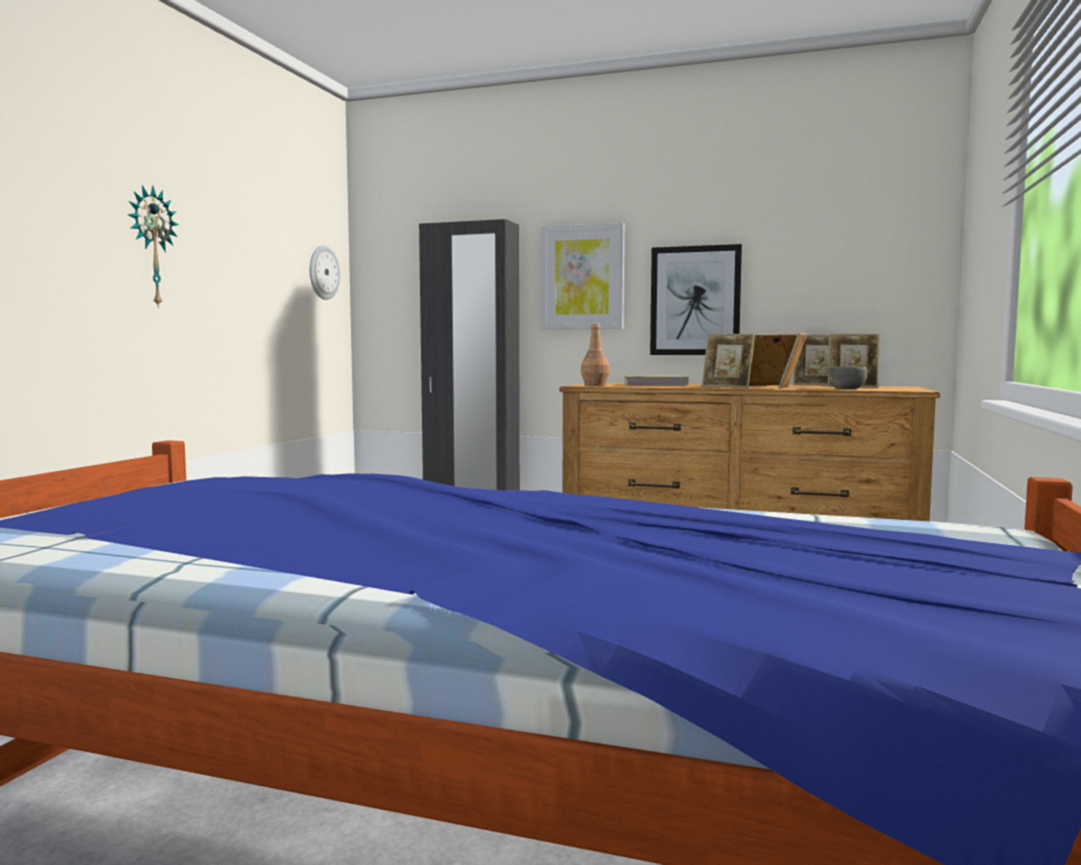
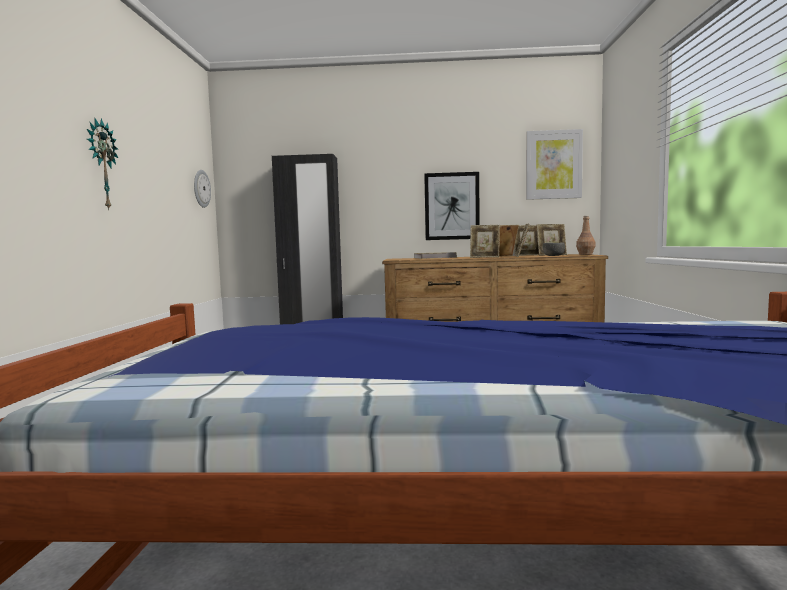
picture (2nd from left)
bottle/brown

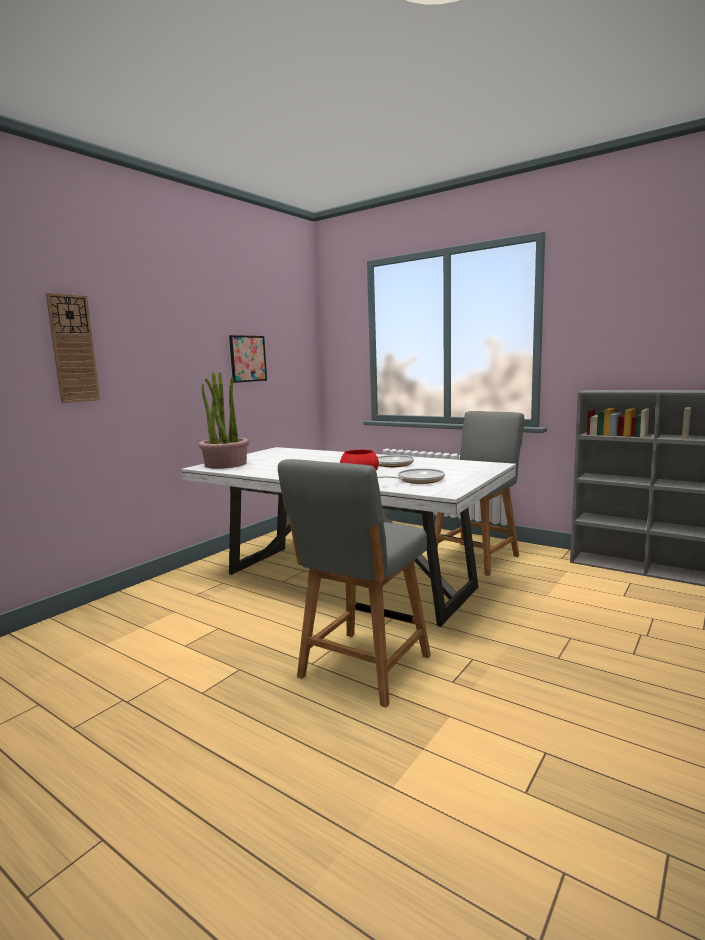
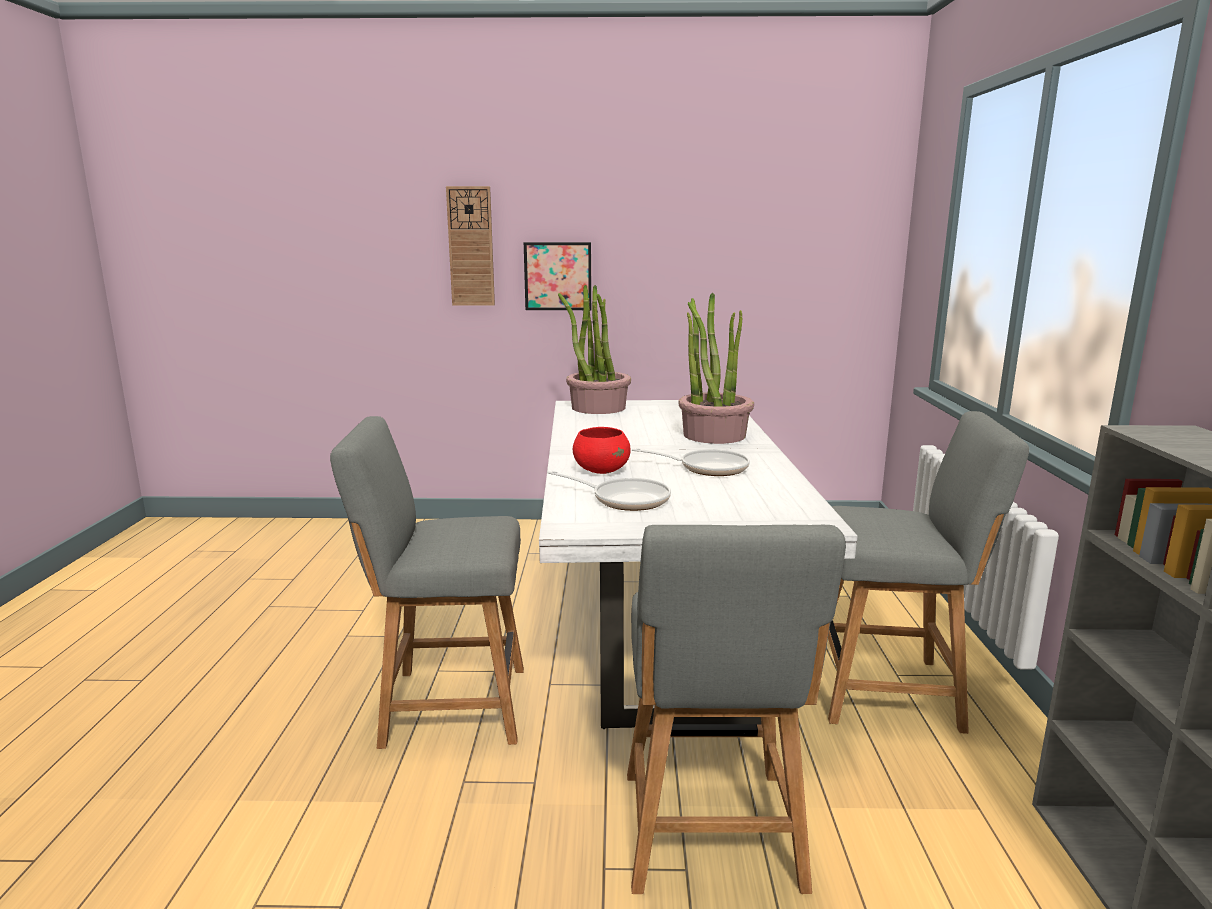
picture
potted plant (2nd from left)
chair/grey (2nd from left)

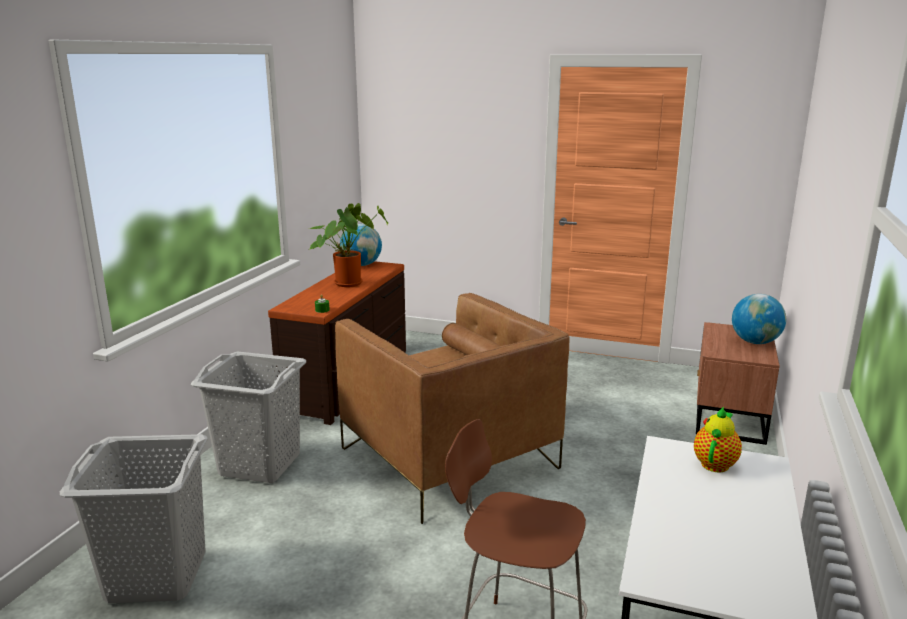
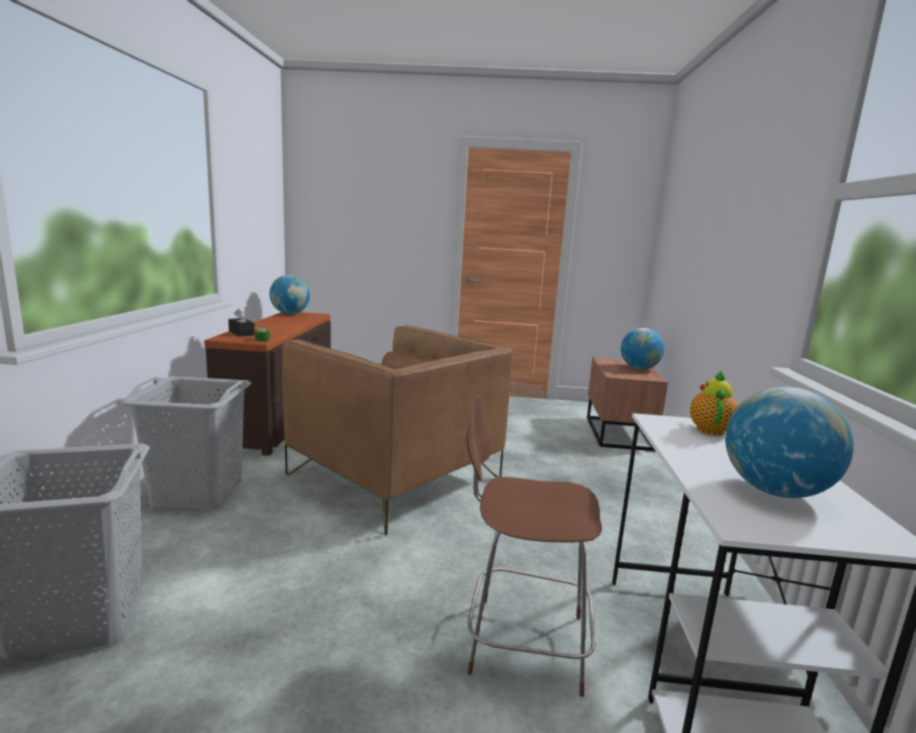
potted plant
tissue box/black
globe (3rd from left)

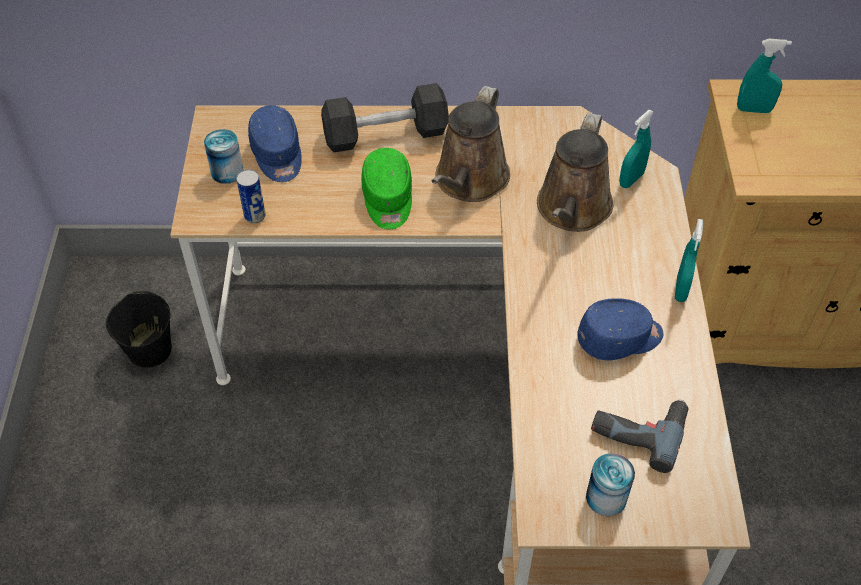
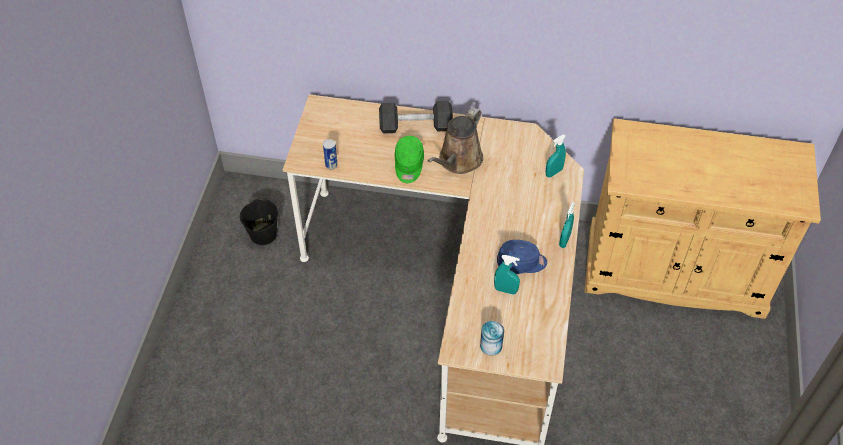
spray bottle/turquoise (1st from left)
cap/blue (1st from left in the first image)
watering can/brown (2nd from left in the first image)
can (1st from left in the first image)
power drill

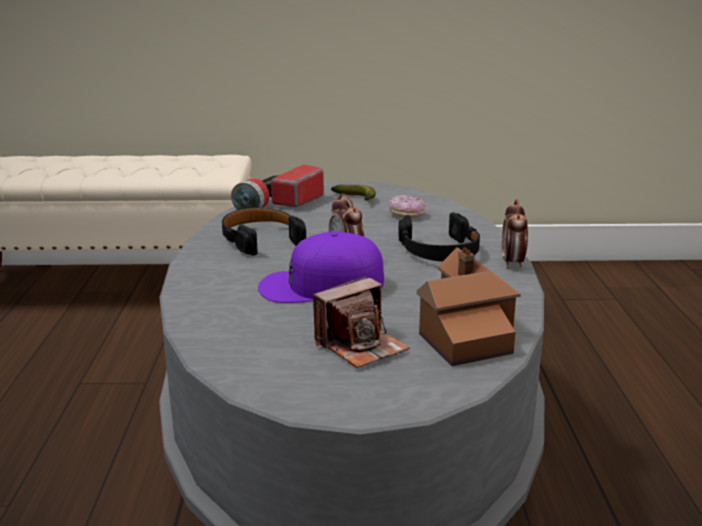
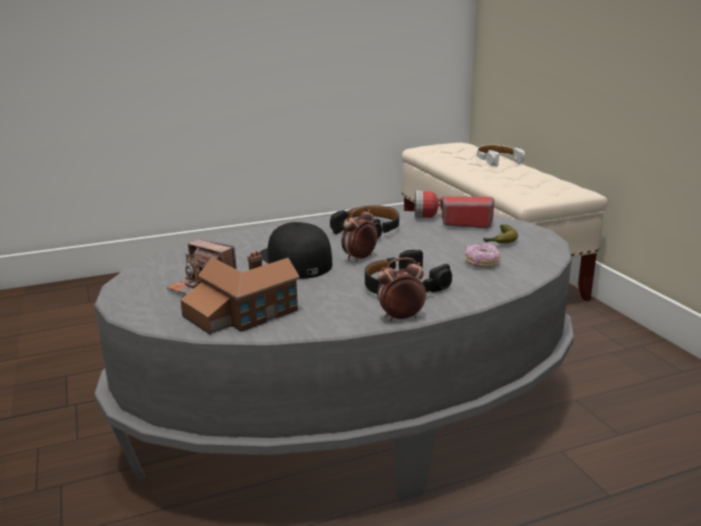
cap/black
headphones/white

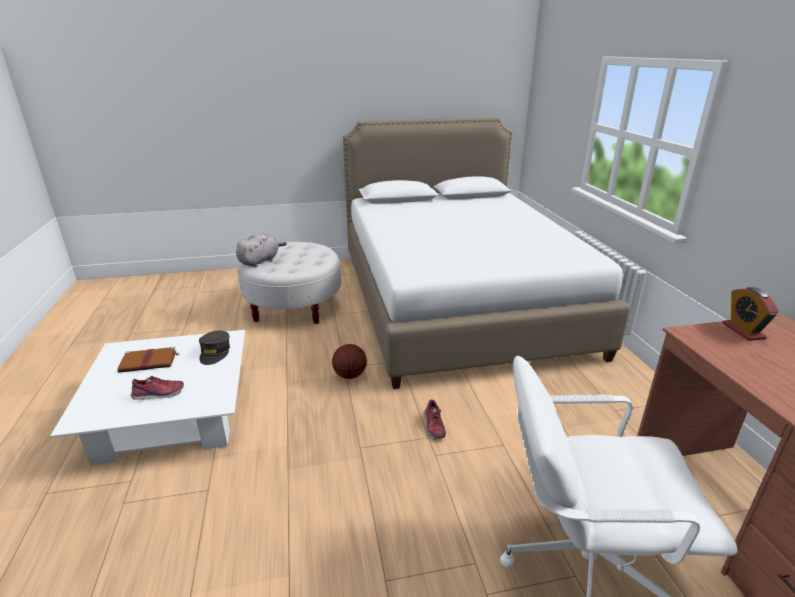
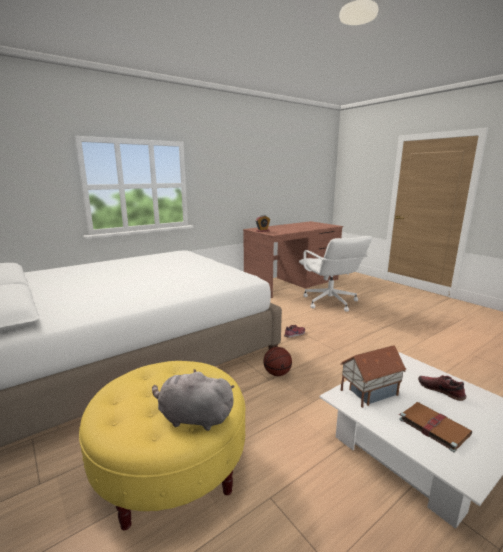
ottoman/yellow
toy house

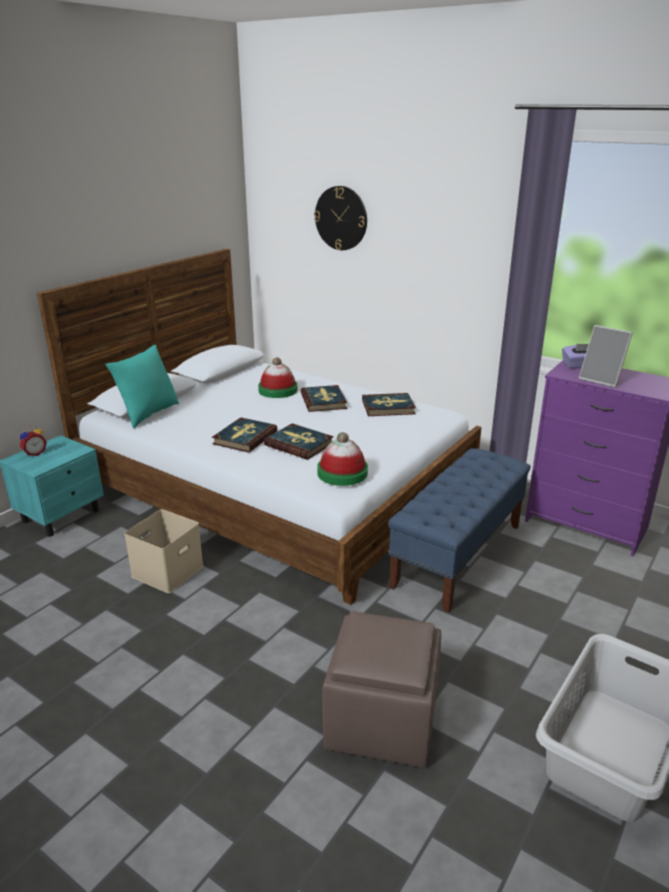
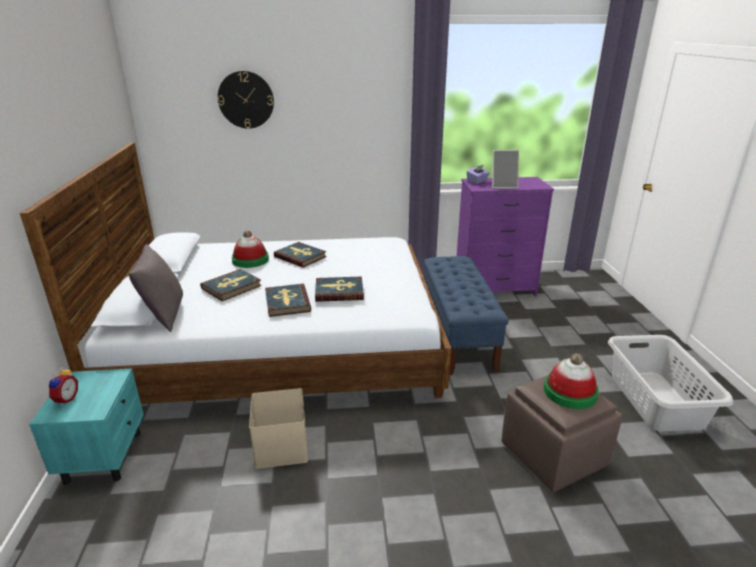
pillow/grey
book (1st from left)
hat (2nd from left)

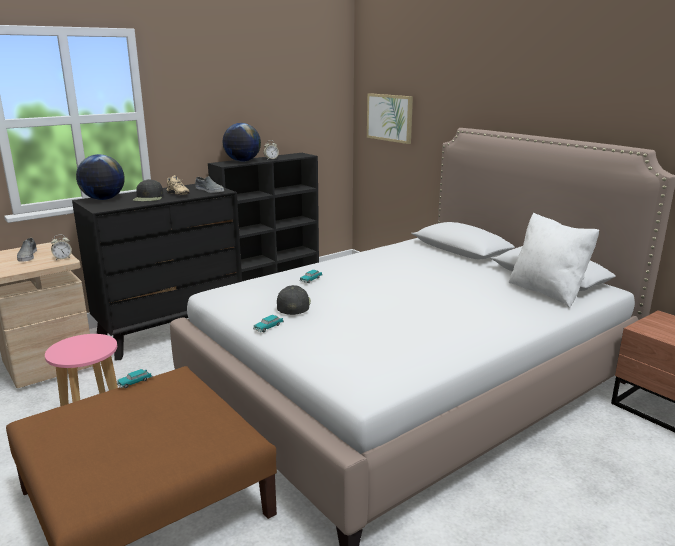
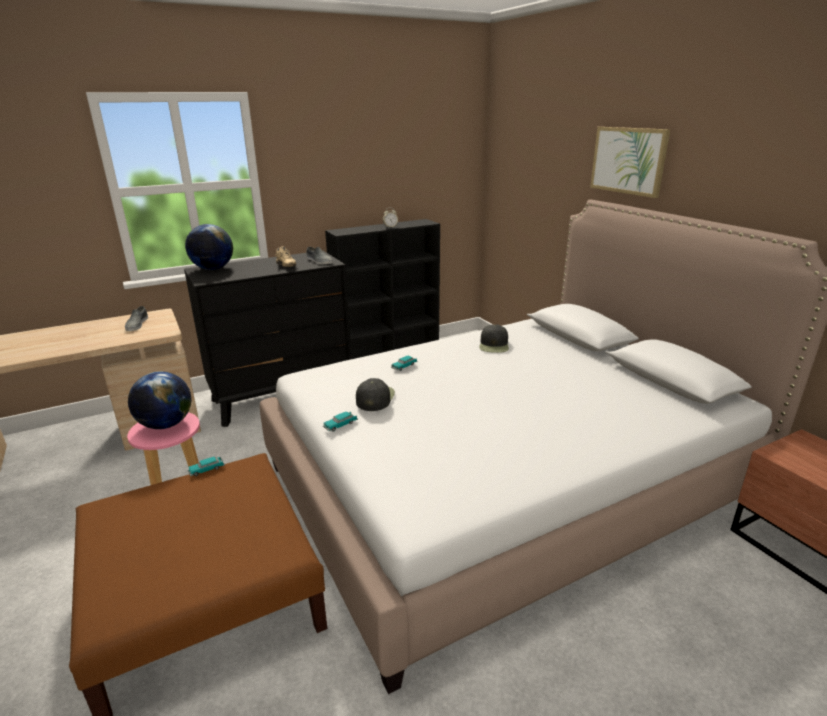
picture
globe (1st from left)
cap/black (2nd from left)
pillow/white
alarm clock (1st from left in the first image)

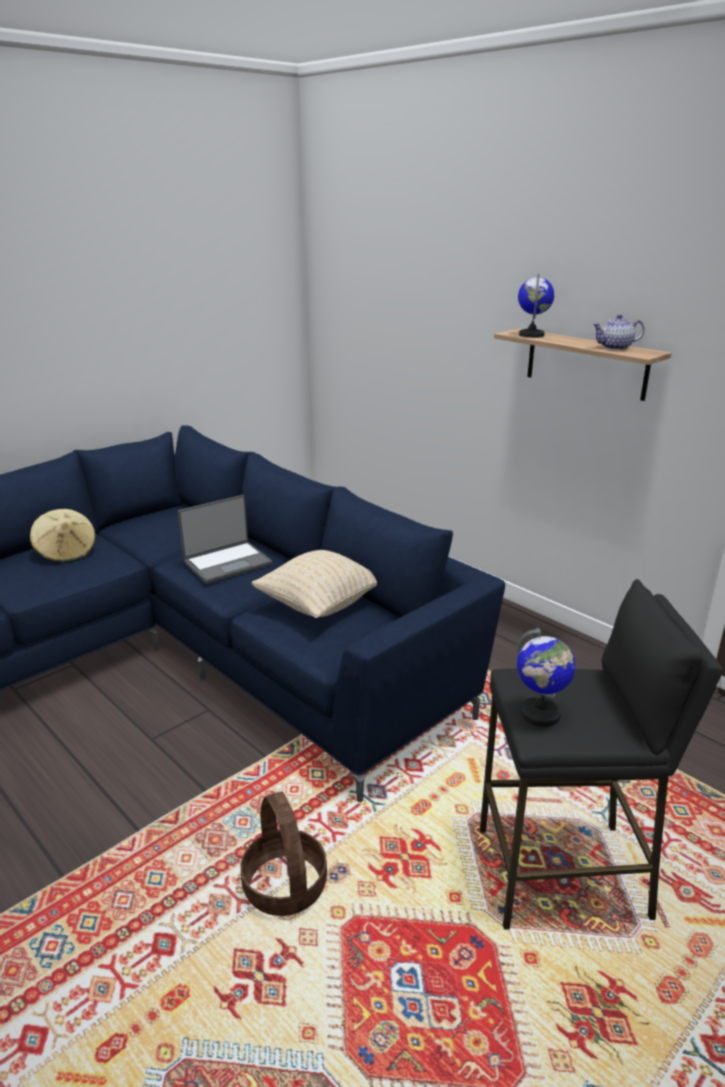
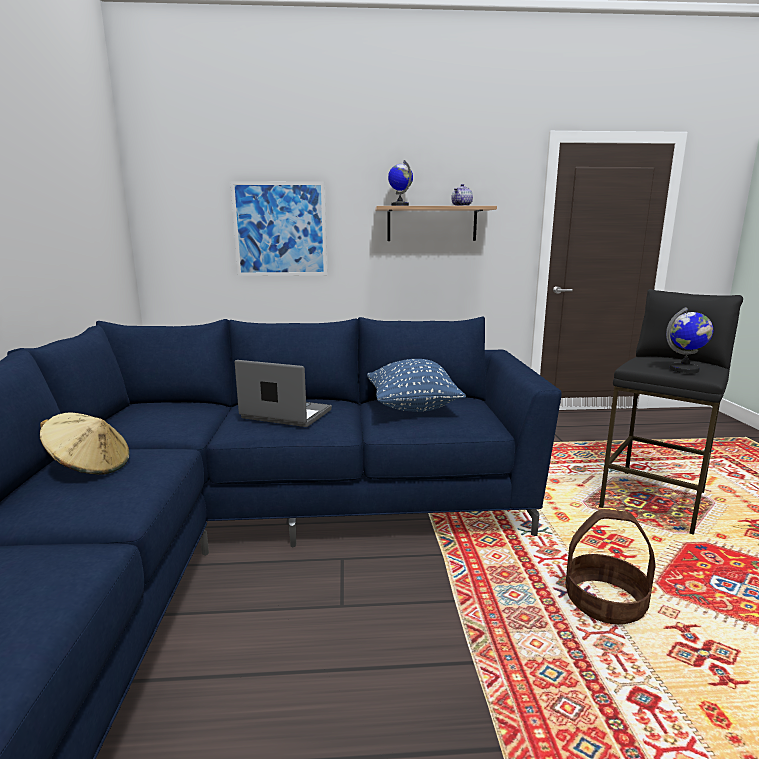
laptop
pillow/blue
picture

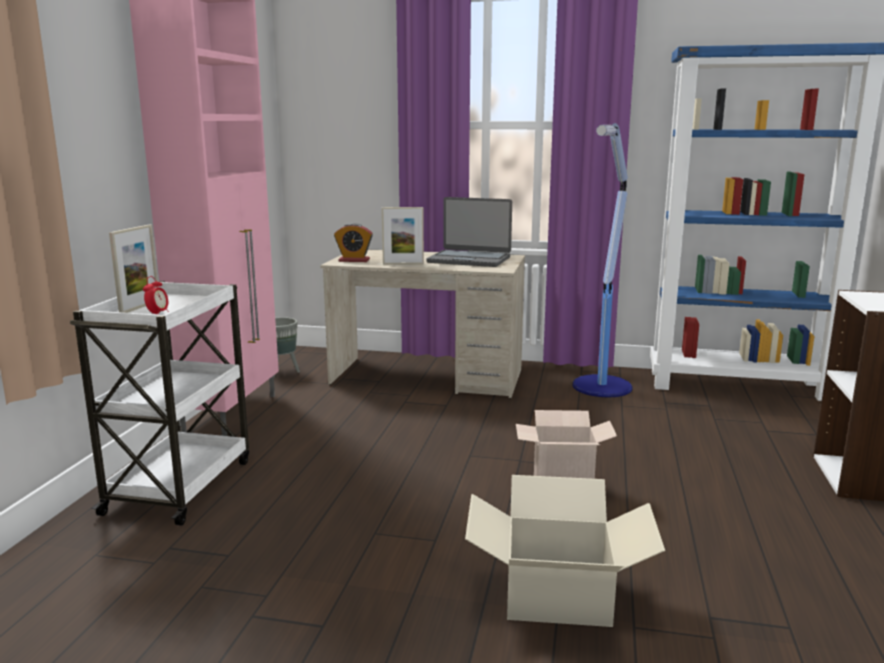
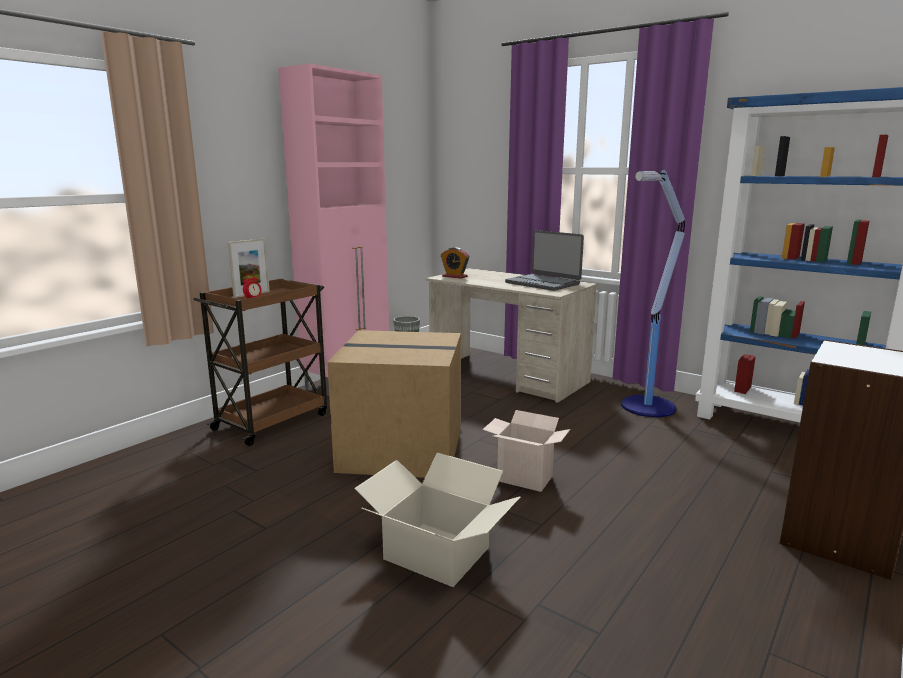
picture frame (2nd from left in the first image)
cart/brown
cardboard box (1st from left)

